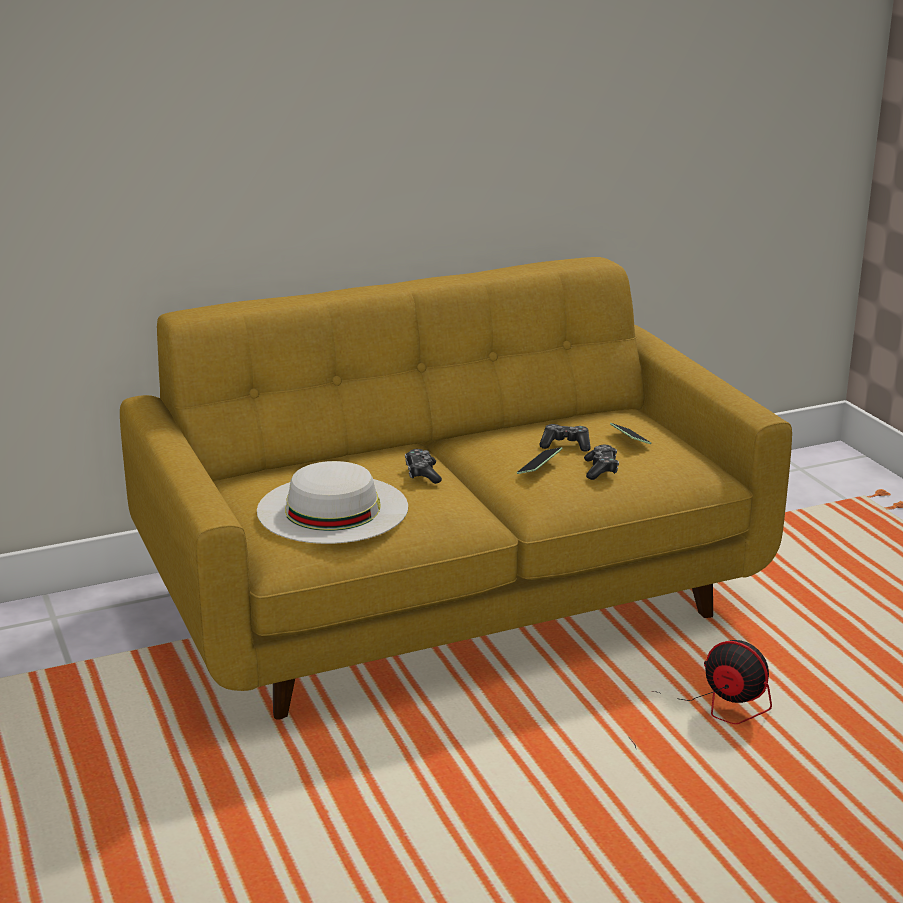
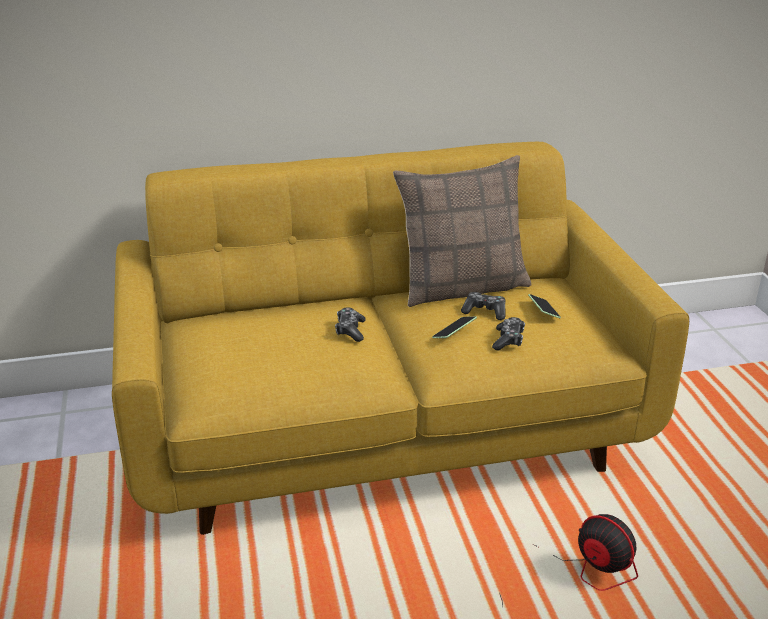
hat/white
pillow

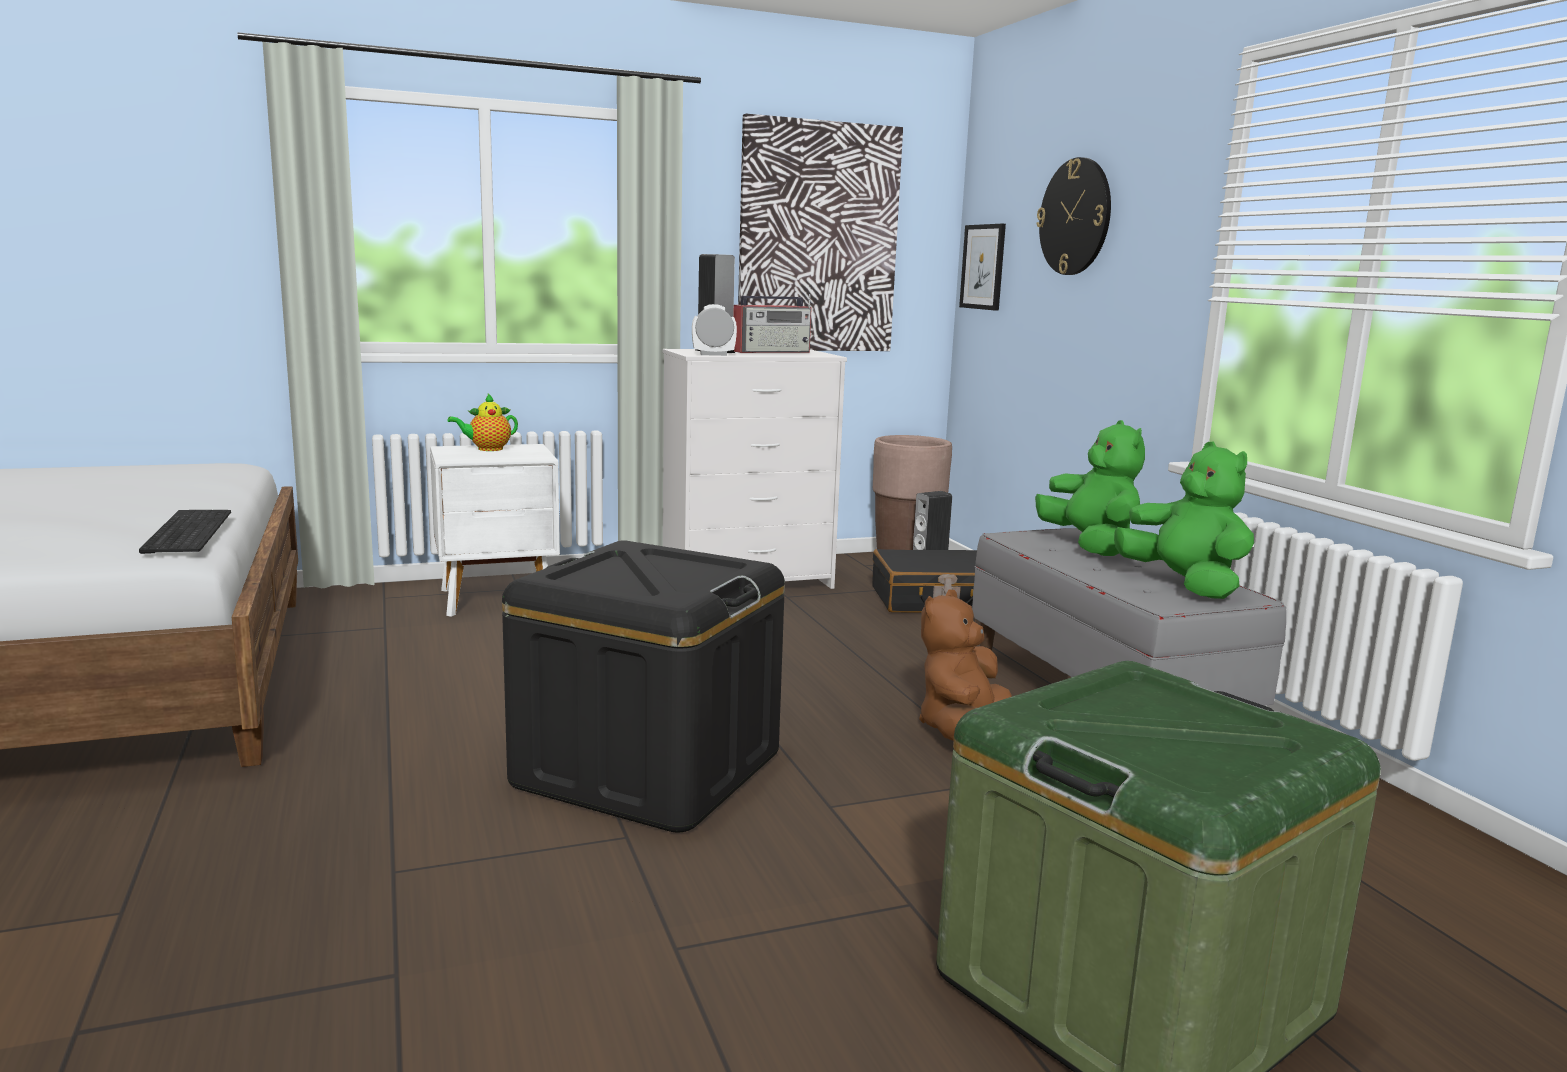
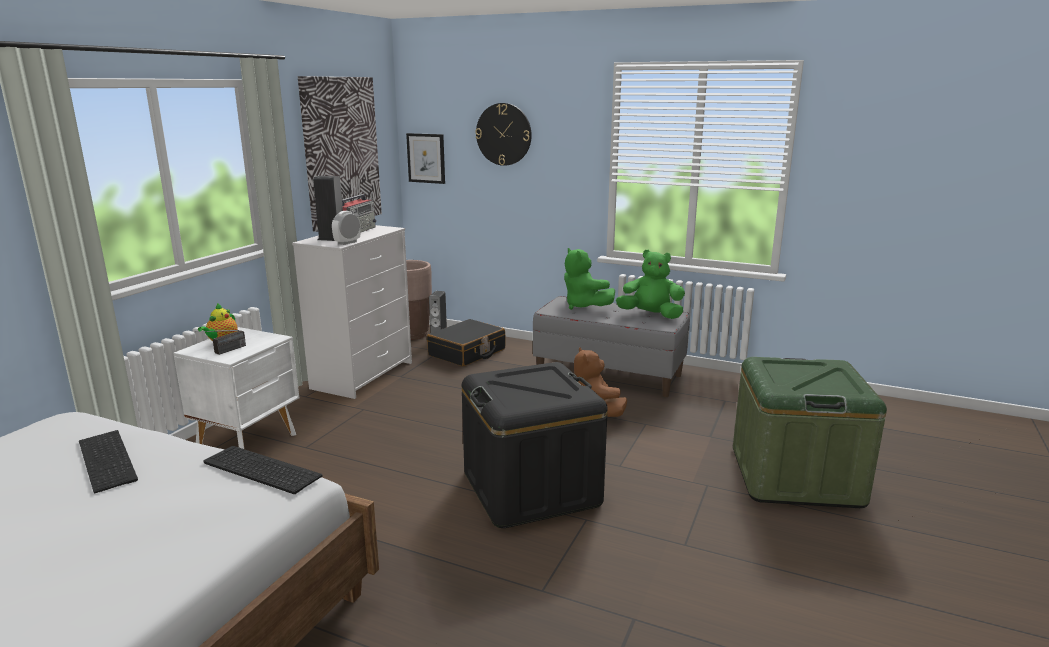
plush toy/green (1st from left)
radio (1st from left)
keyboard (1st from left)

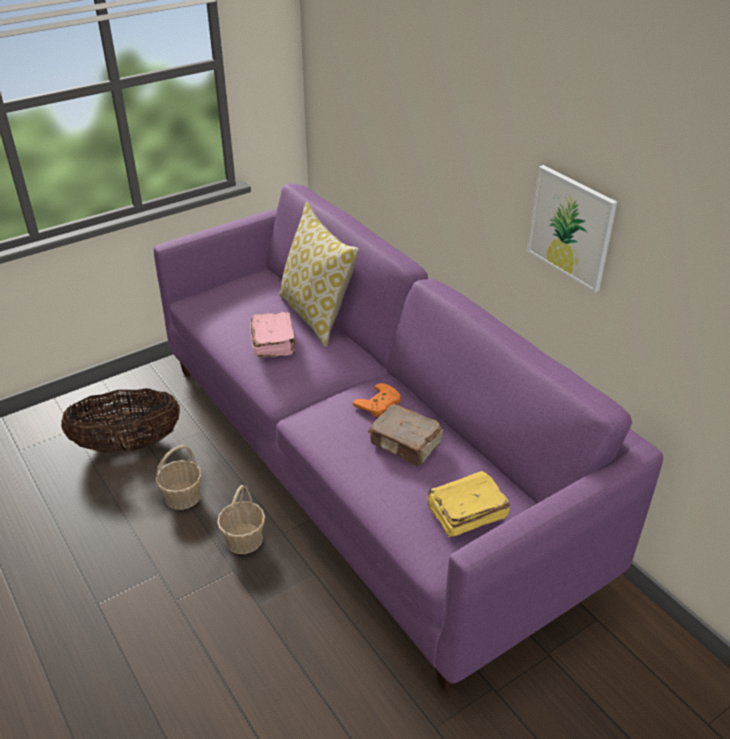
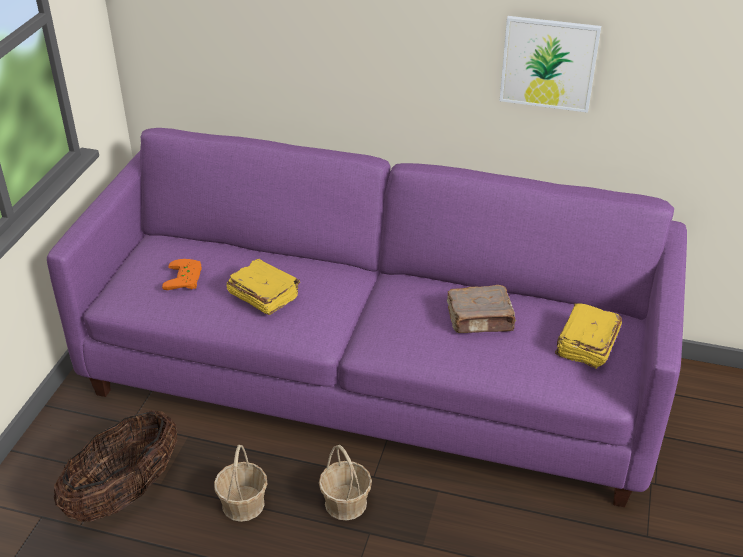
pillow
book/yellow (1st from left)
game controller/orange

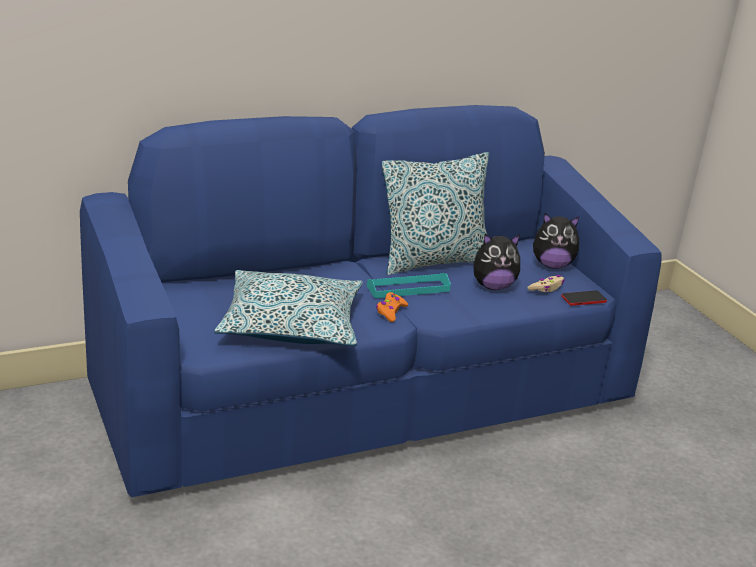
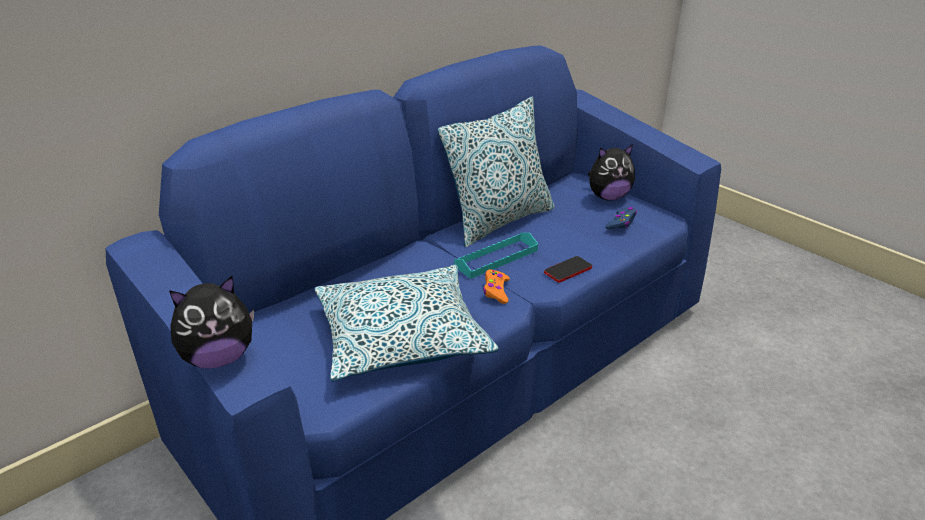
plush toy (1st from left)
game controller/blue
phone

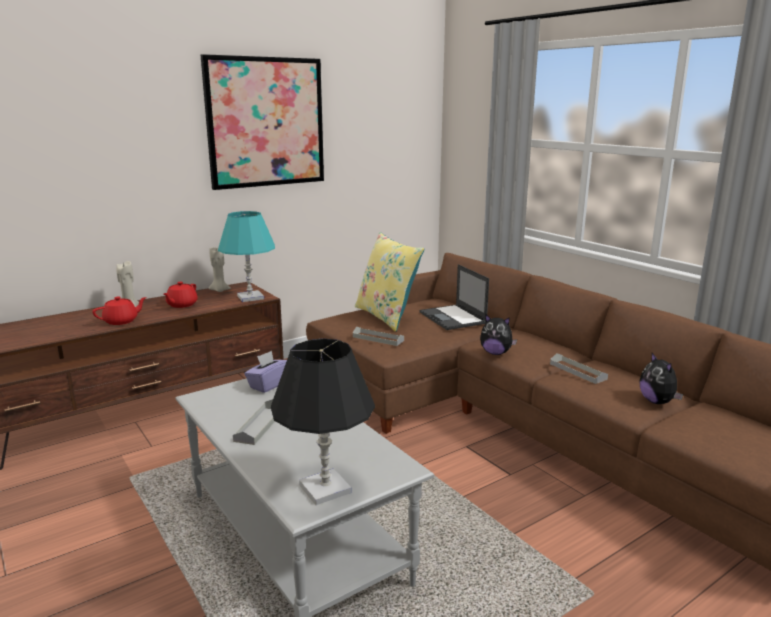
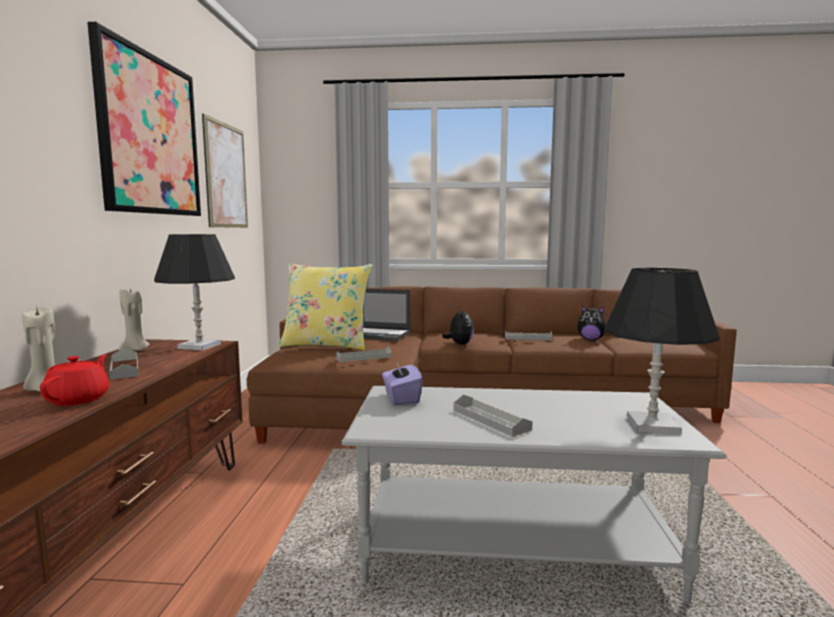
table lamp/black (1st from left)
tray/grey (1st from left)
plush toy (1st from left)
picture (2nd from left)

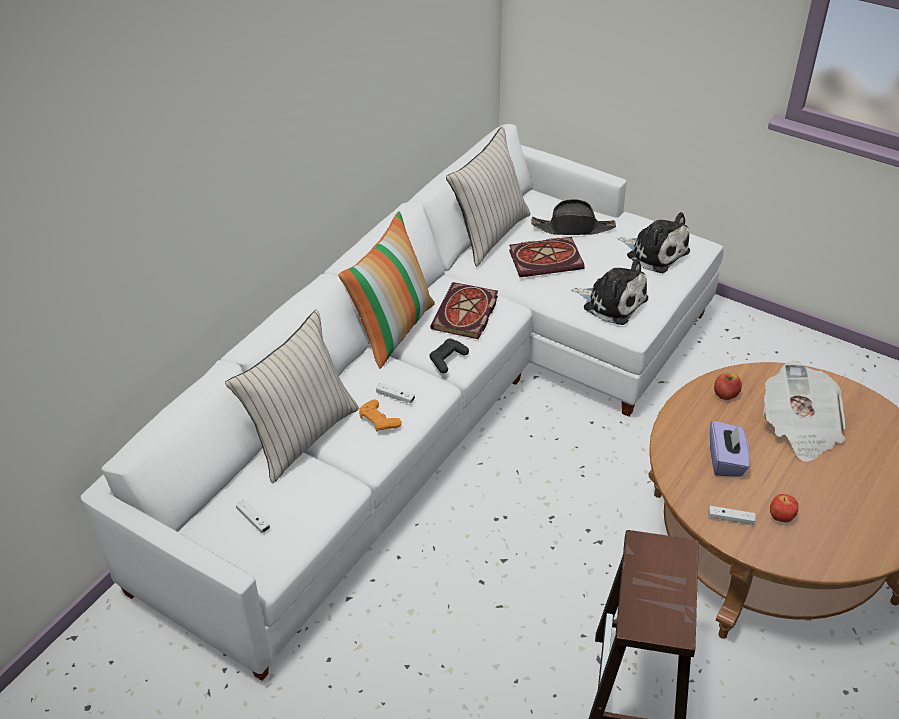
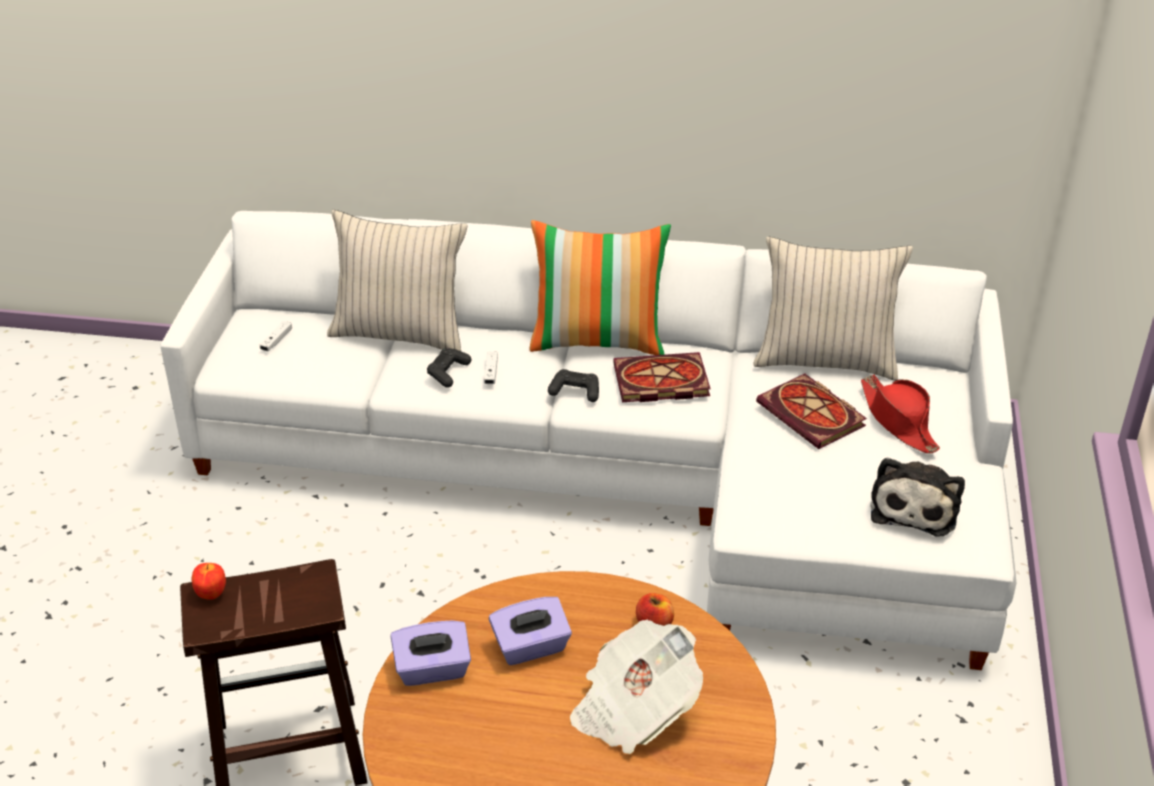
hat/red
plush toy (1st from left in the first image)
game controller/black (1st from left)
apple (1st from left)
tissue box/purple (1st from left)

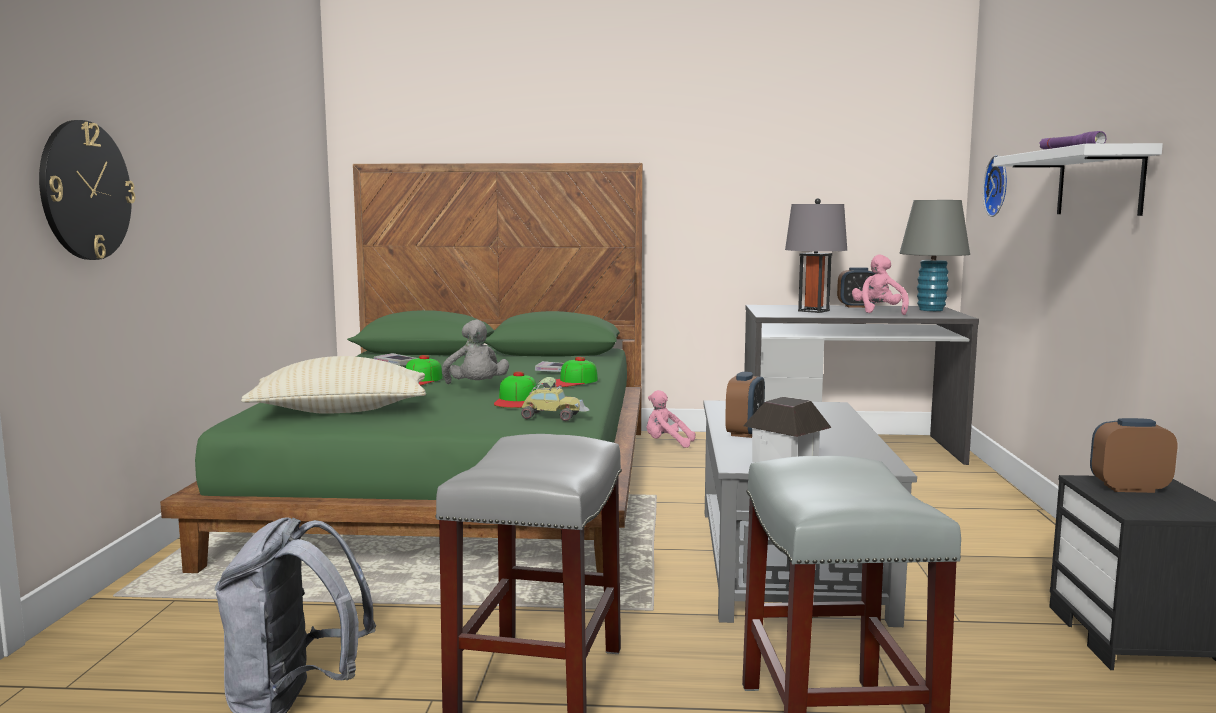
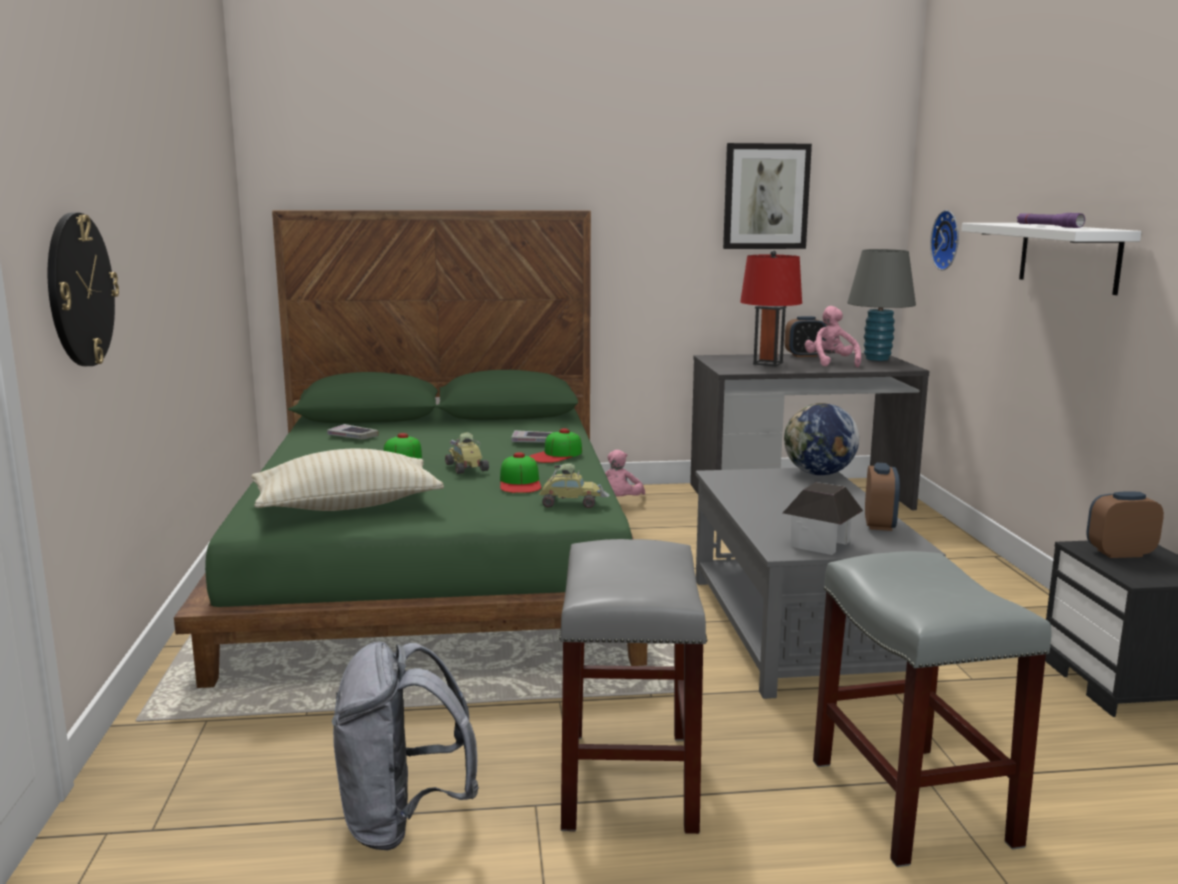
table lamp/red
toy car (1st from left)
alarm clock (2nd from left)
plush toy/pink (1st from left)
picture
globe

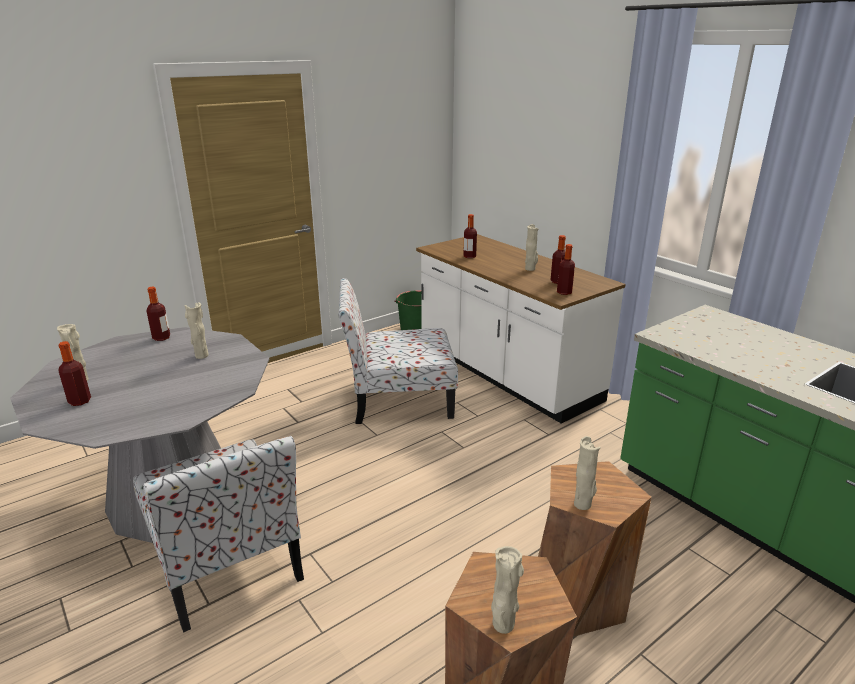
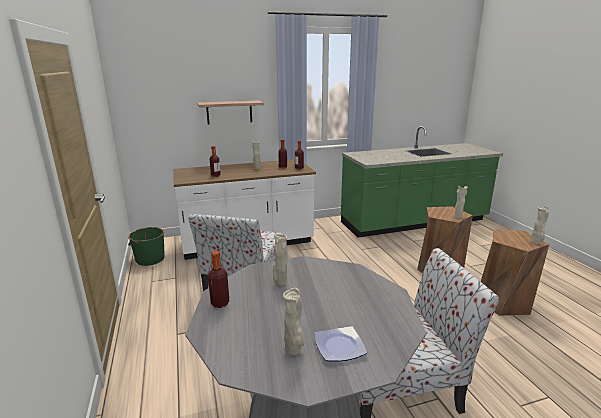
plate
shelf

